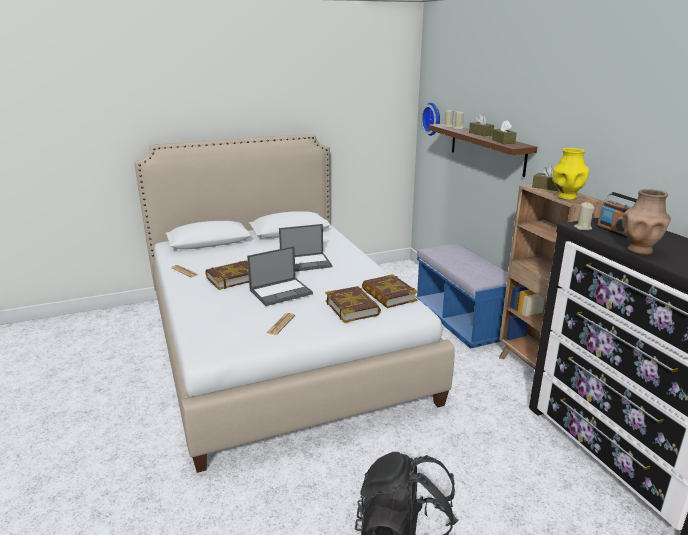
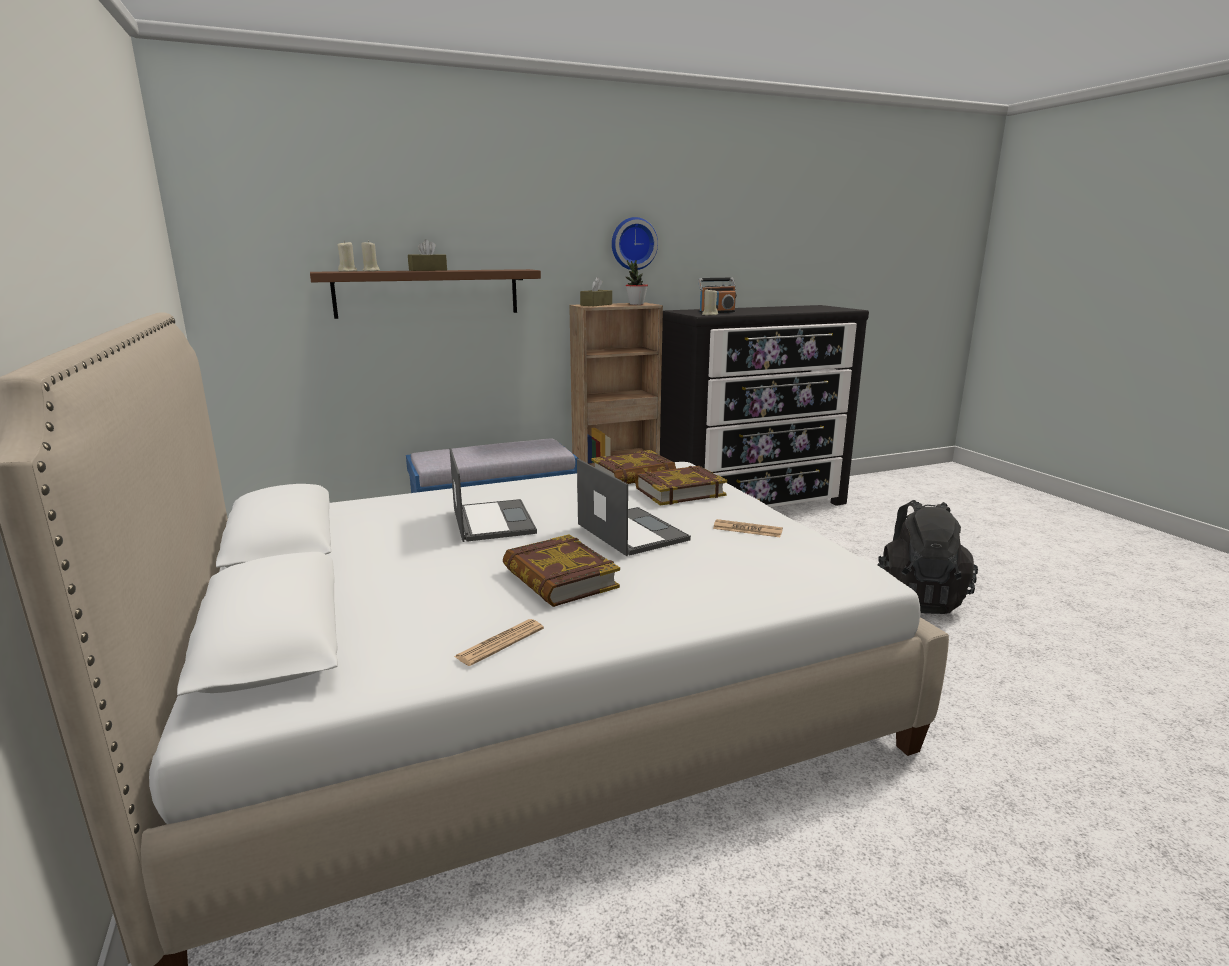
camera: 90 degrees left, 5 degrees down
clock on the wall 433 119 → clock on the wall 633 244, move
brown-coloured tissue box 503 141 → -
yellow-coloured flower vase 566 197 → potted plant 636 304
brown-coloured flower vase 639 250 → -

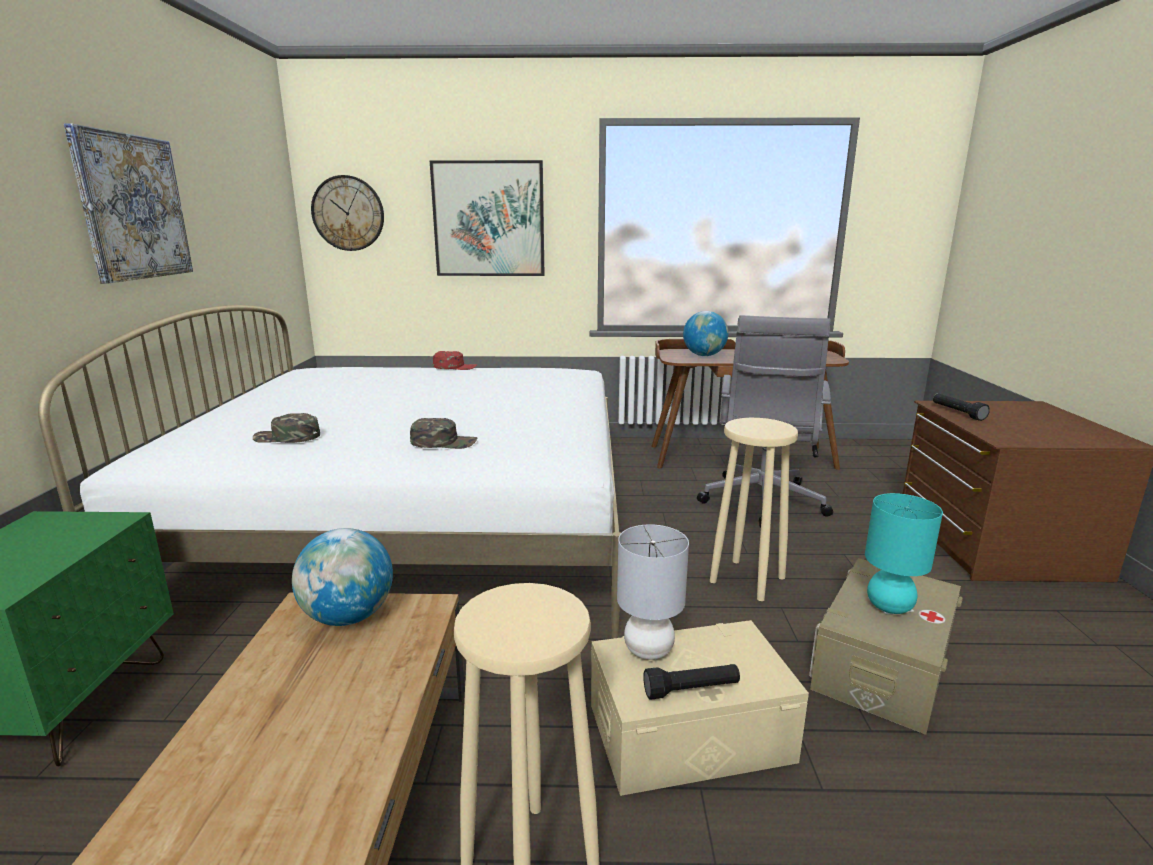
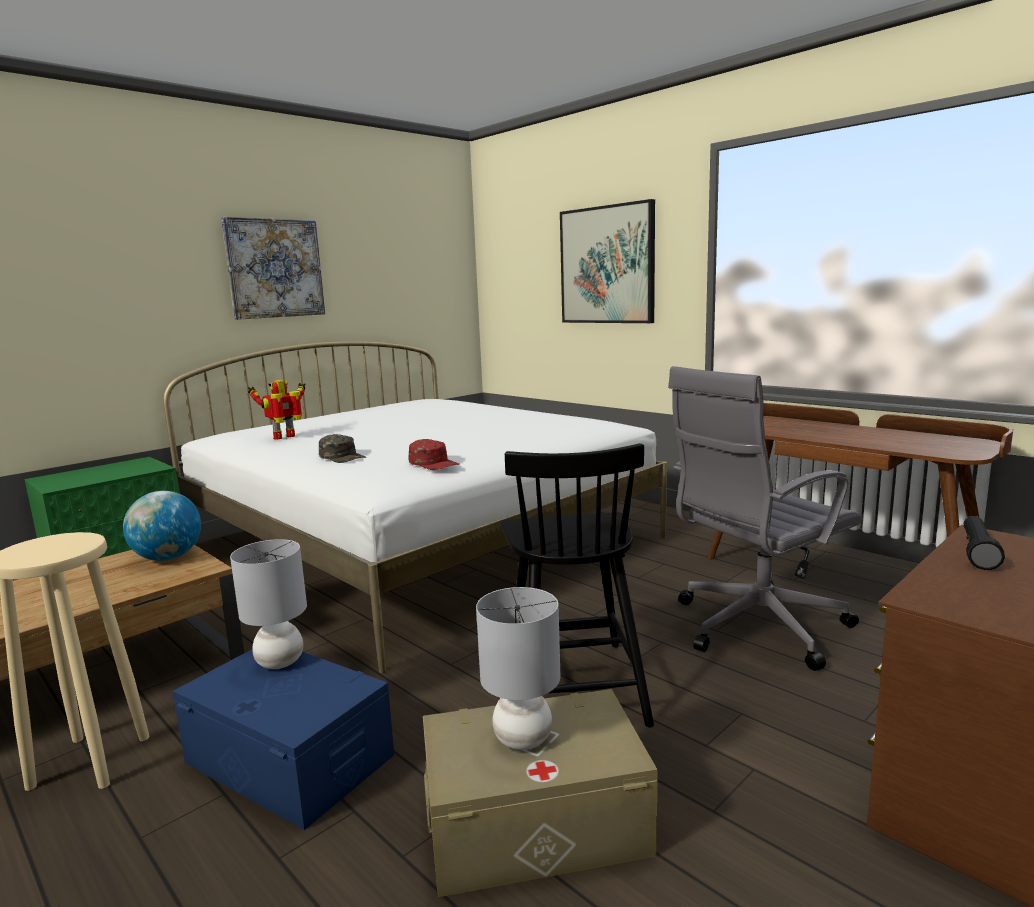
camera: 45 degrees right, 5 degrees down
clock on the wall 348 213 → -
globe 704 355 → -
red-coloured peaked cap 455 367 → red-coloured peaked cap 434 463, move
greenish peaked cap 287 437 → robot figure 285 437
beige stool seat 746 580 → blackish upright chair 574 685
turquoise lamp for a table 888 606 → grey lamp for a table 522 738
beige storage bin 689 733 → bluish storage bin 289 759
blackish hand torch 691 690 → -

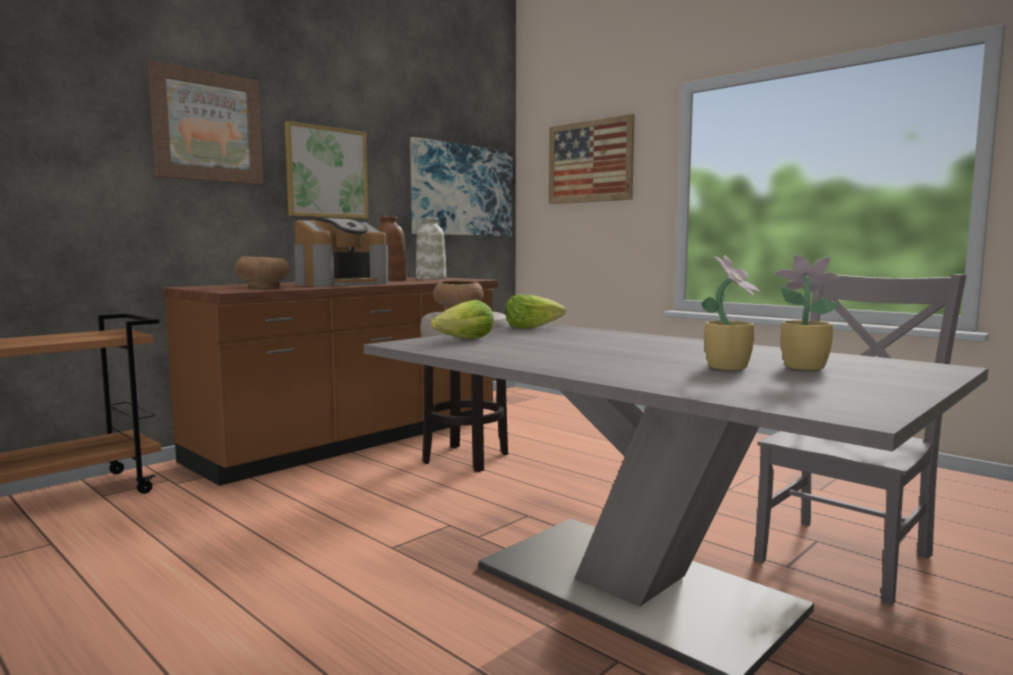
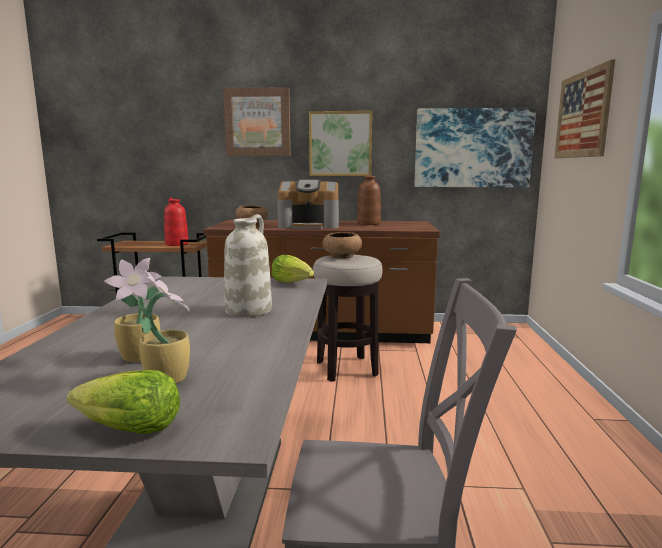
camera: 50 degrees right, 5 degrees up
whitish flower vase 430 278 → whitish flower vase 248 310, move
lettuce head 465 339 → lettuce head 128 429, move
- → red-coloured flower vase 176 244

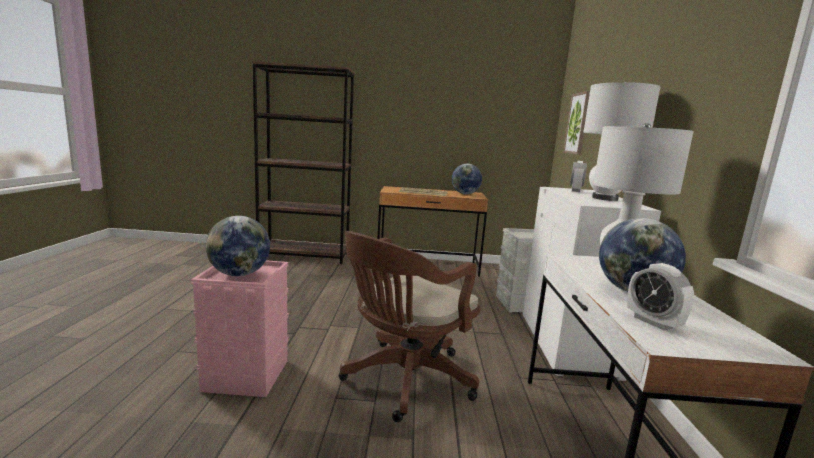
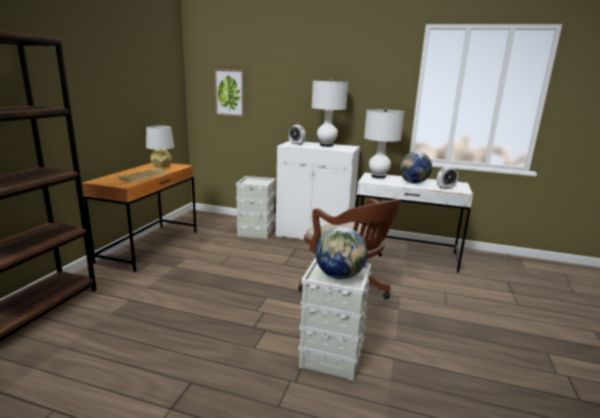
camera: 75 degrees left, 5 degrees up
globe 465 194 → grey lamp for a table 161 166
pink-coloured storage bin 247 375 → grey storage bin 332 355

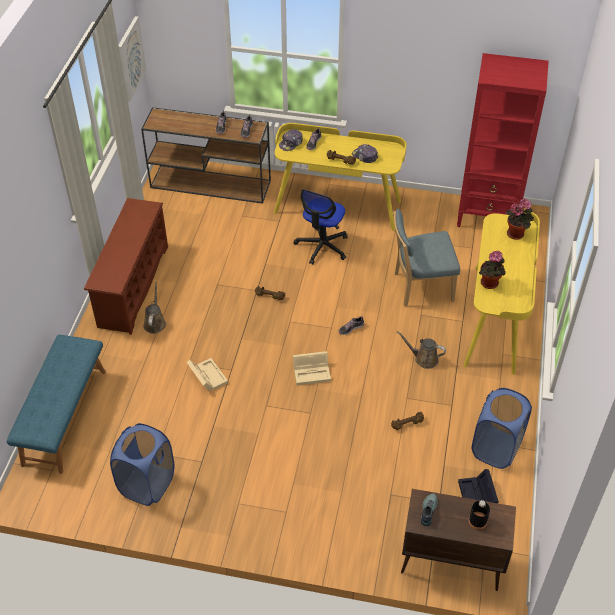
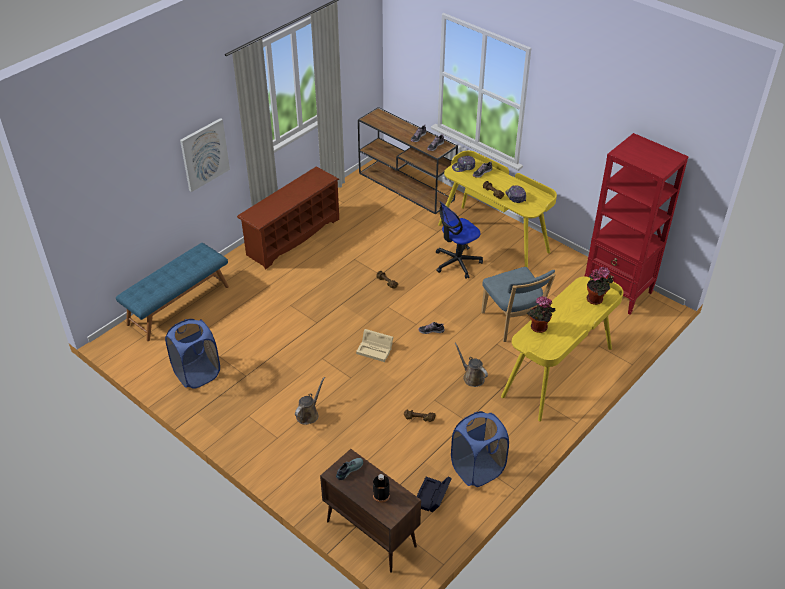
camera: 30 degrees right, 5 degrees down
wall art 130 59 → wall art 204 154, move
bluish upright chair 420 287 → bluish upright chair 513 323, 135 degrees counterclockwise
brown-coloured sprinkling can 155 323 → brown-coloured sprinkling can 308 414, move
beige storage bin 207 376 → -

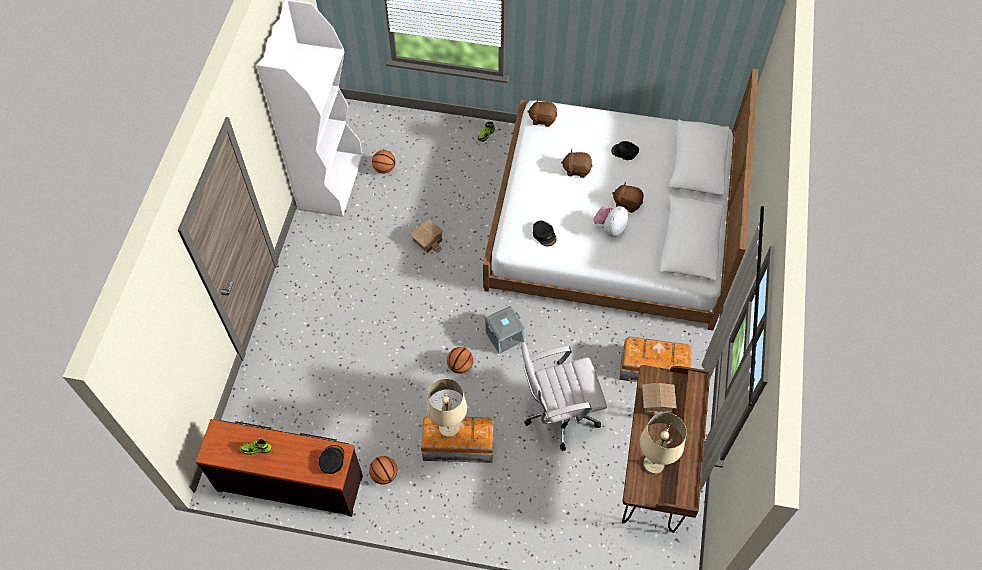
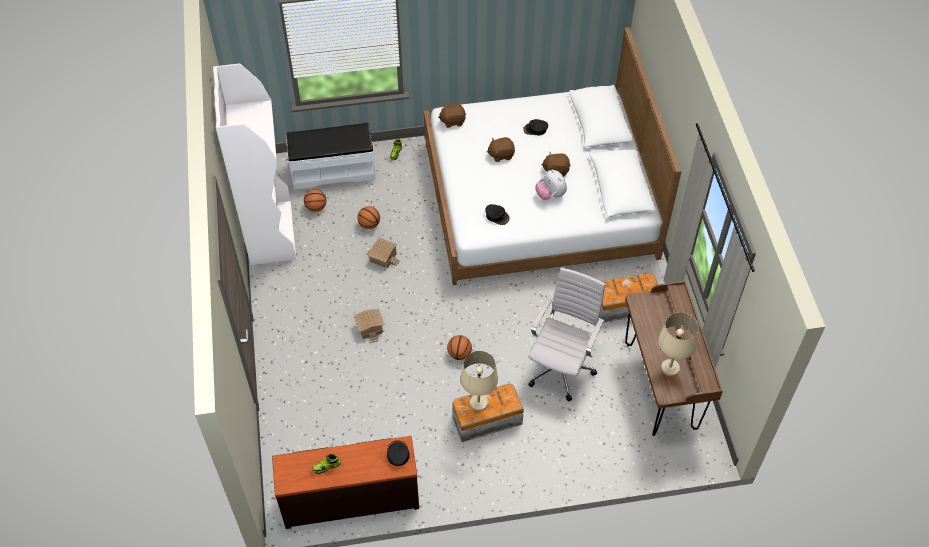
camera: 20 degrees left, 5 degrees down
soft toy 610 228 → soft toy 550 195, 45 degrees counterclockwise
grey storage bin 504 337 → -
whitish office chair 558 415 → whitish office chair 561 367, 150 degrees clockwise
model house 657 403 → model house 370 327, move
basketball 384 475 → basketball 369 224, move
- → whitish long seat 333 170

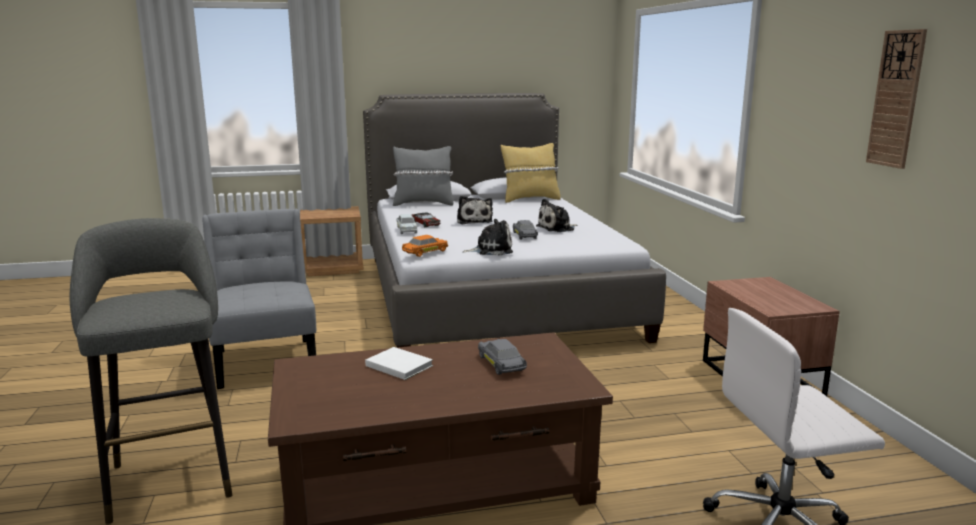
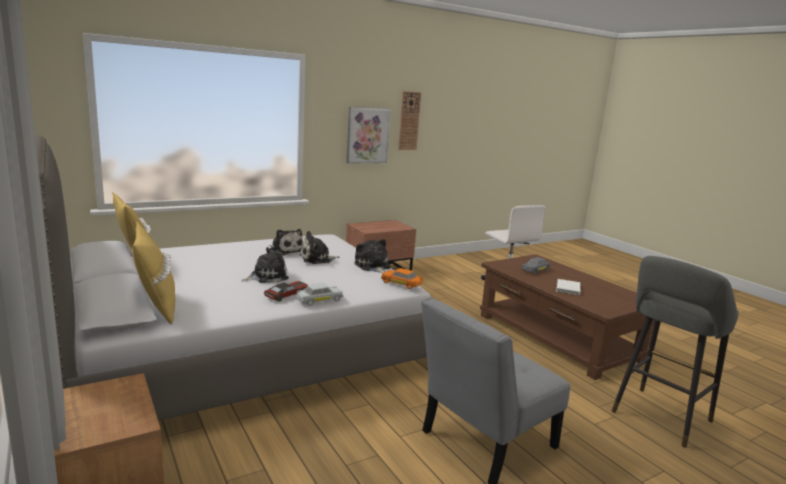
camera: 110 degrees left, 0 degrees up
grey throw pillow 423 204 → yellow-coloured throw pillow 156 308
grey toy car 524 235 → soft toy 317 259
- → wall art 367 135

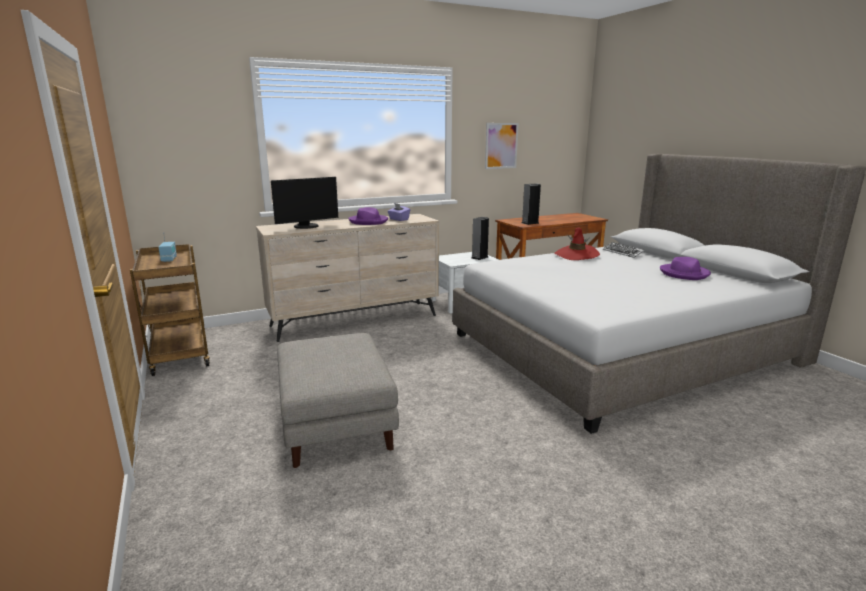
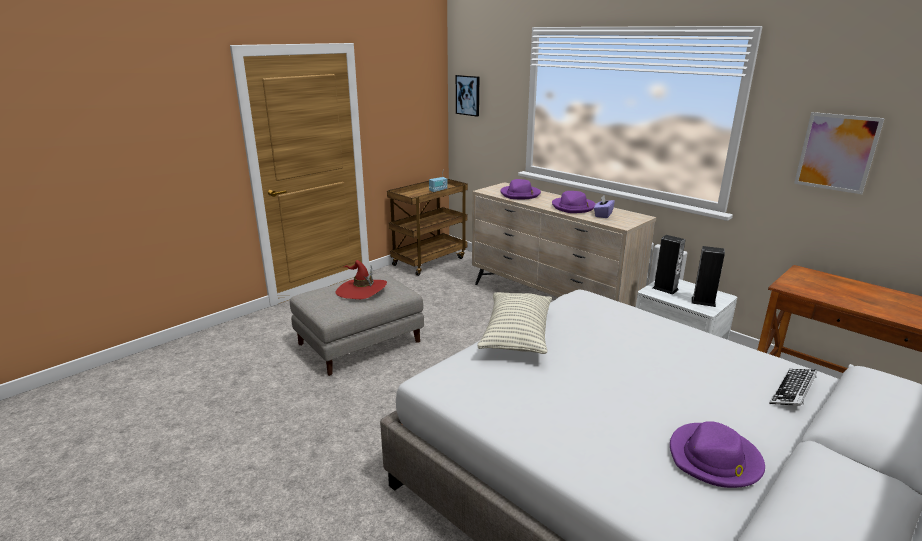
camera: 70 degrees right, 5 degrees up
computer screen 307 226 → purple clothing hat 520 194
loudspeaker 530 223 → loudspeaker 665 289, move
red-coloured clothing hat 576 255 → red-coloured clothing hat 361 291, move
- → wall art 468 95
- → throw pillow 516 335

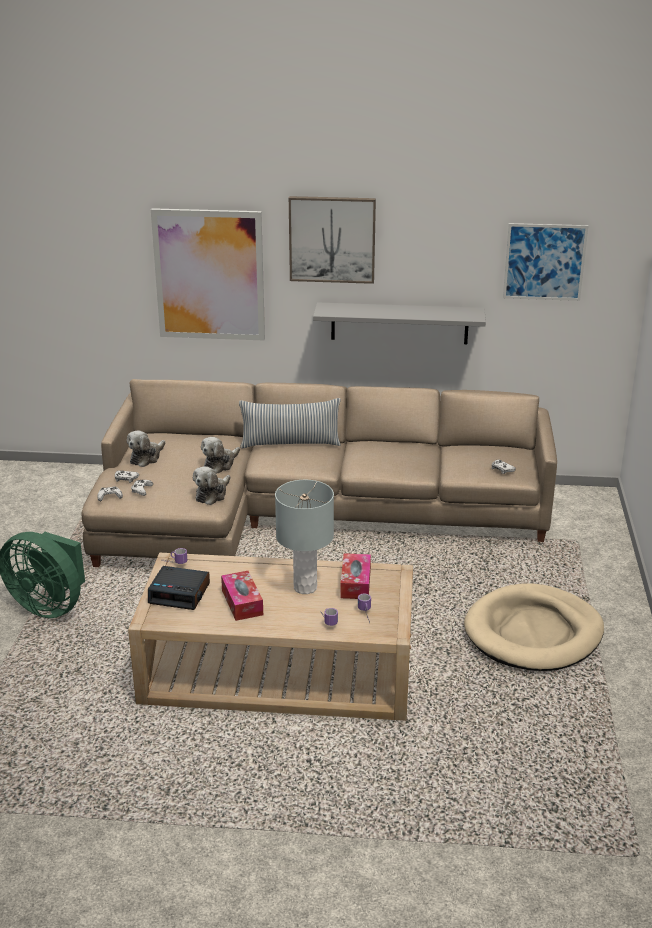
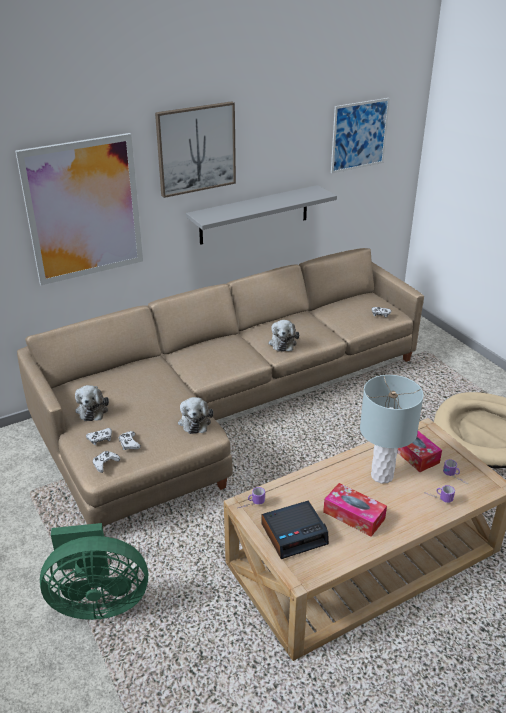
camera: 35 degrees left, 5 degrees up
throw pillow 290 443 → -
soft toy 220 464 → soft toy 282 342, move

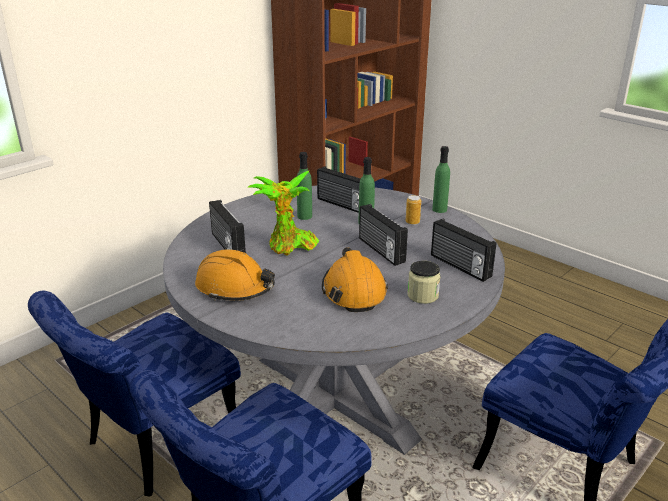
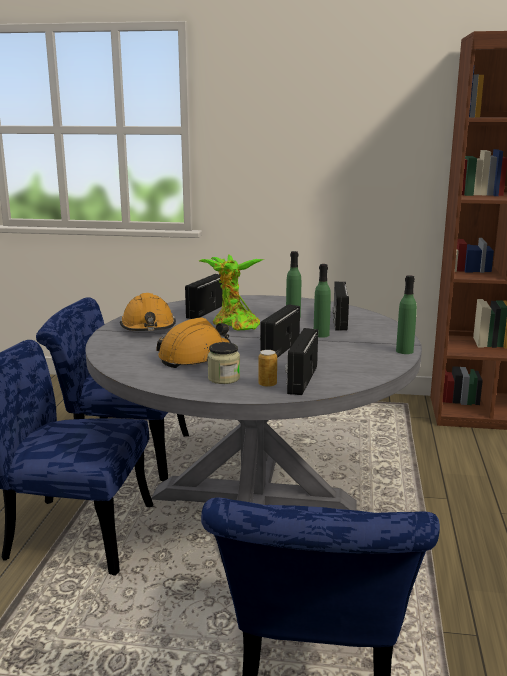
camera: 55 degrees right, 10 degrees down
metal can 412 222 → metal can 267 385, move

